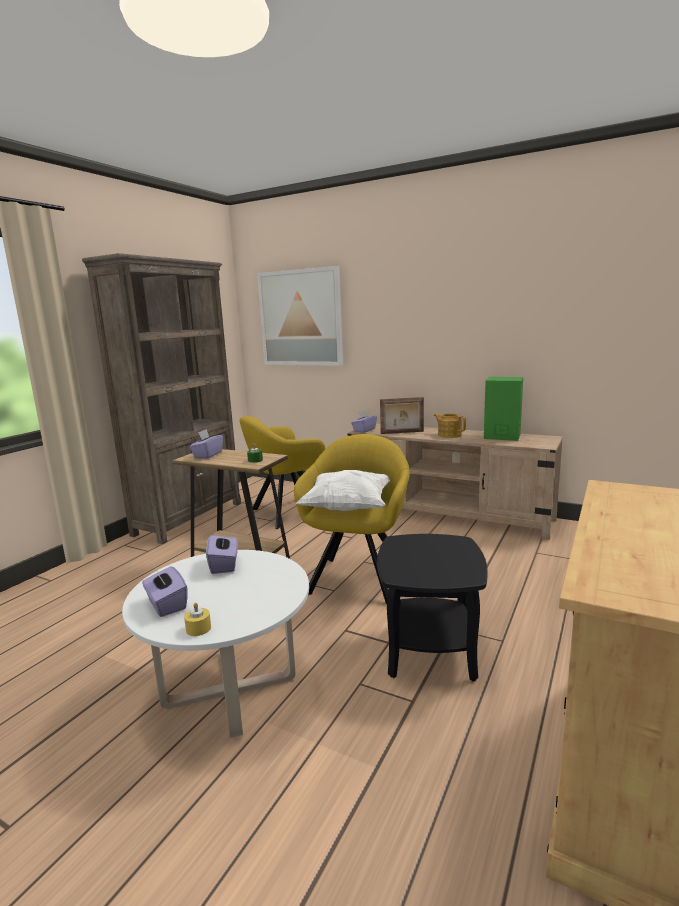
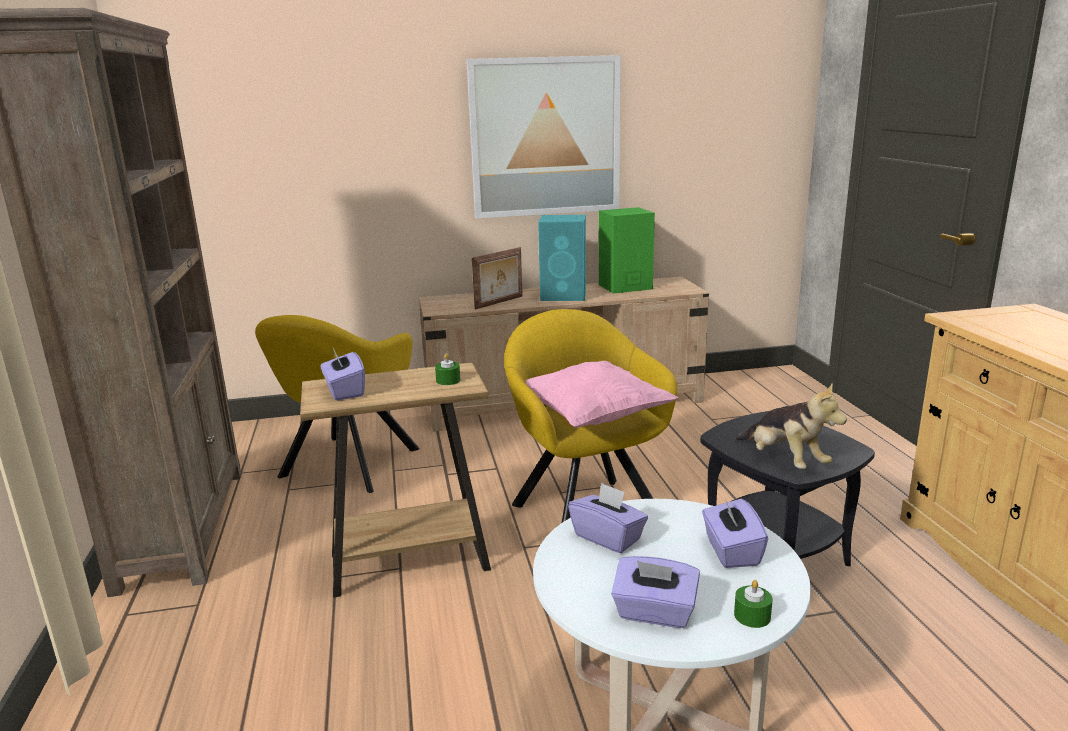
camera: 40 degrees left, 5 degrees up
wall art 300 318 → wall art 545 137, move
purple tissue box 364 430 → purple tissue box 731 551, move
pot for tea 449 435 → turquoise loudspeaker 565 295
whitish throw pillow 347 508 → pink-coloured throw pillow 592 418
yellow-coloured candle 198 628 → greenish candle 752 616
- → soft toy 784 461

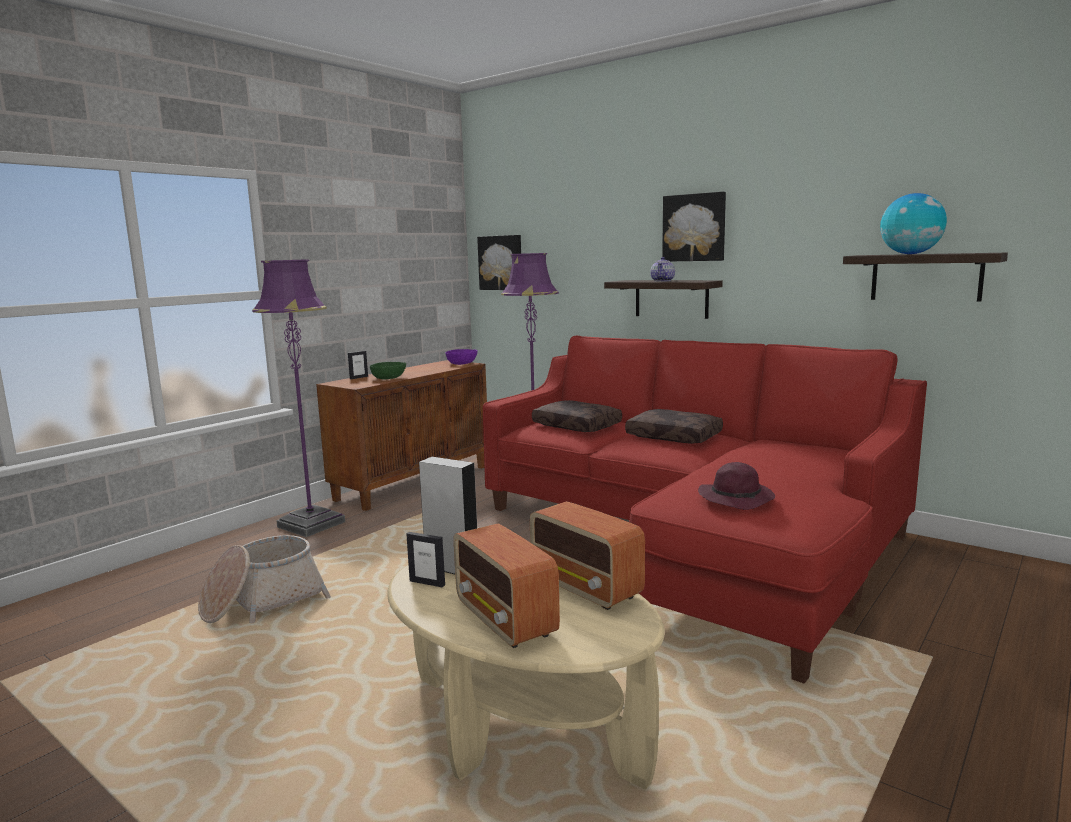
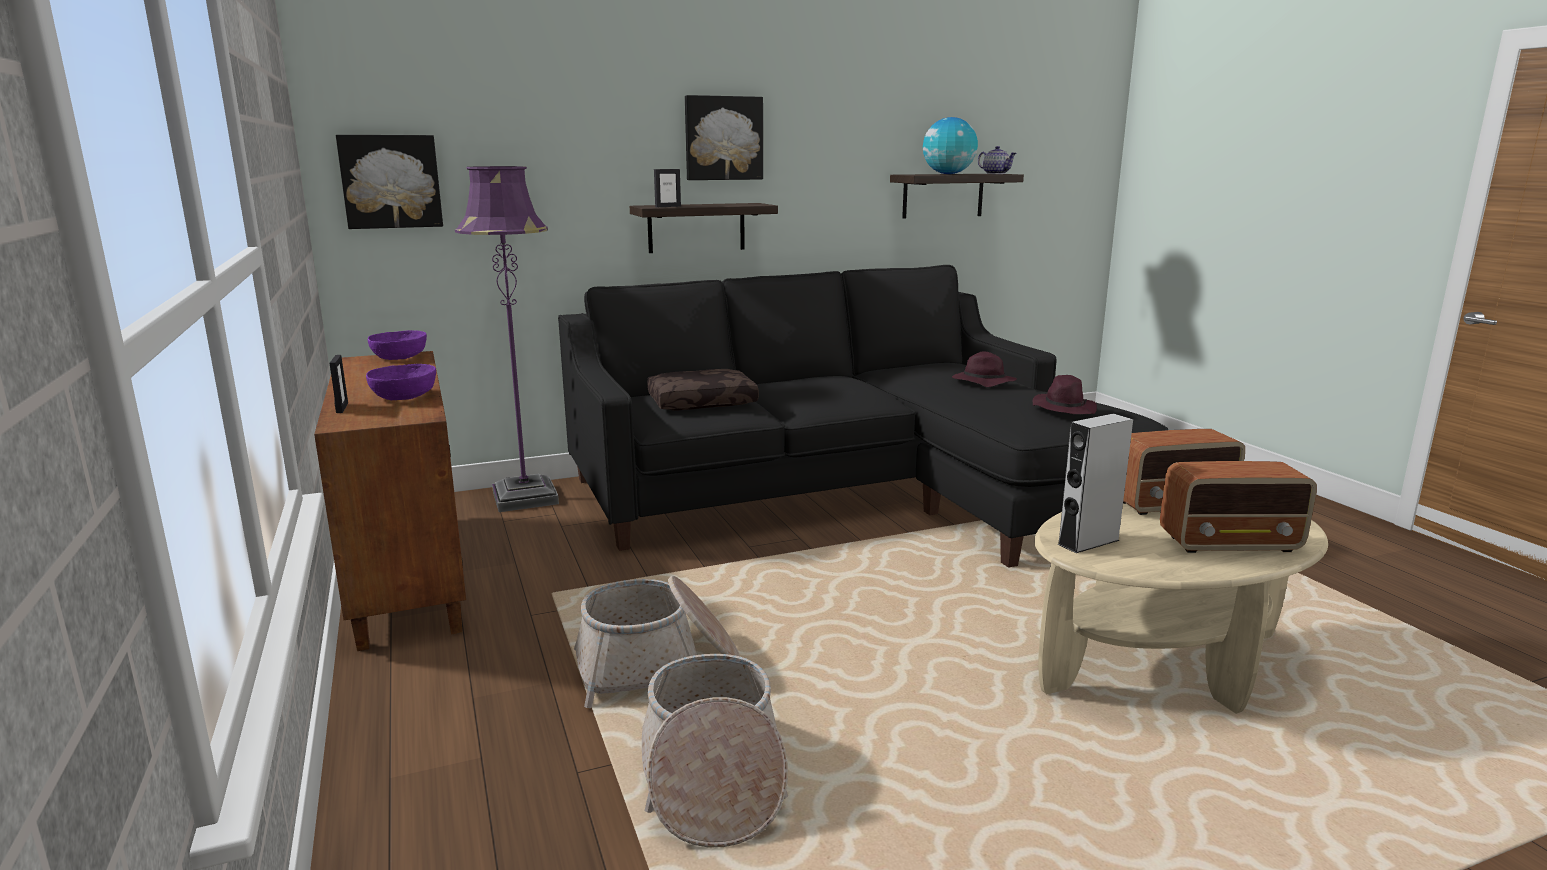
camera: 60 degrees left, 5 degrees up
pot for tea 663 281 → pot for tea 995 173, move
purple standard lamp 311 524 → -
red-coloured sofa 693 539 → blackish sofa 850 492
greenish bowl 388 378 → purple bowl 404 396
brown-coloured throw pillow 675 436 → -
photo frame 427 583 → photo frame 668 206, move
- → purple clothing hat 982 382
- → storage basket 657 666

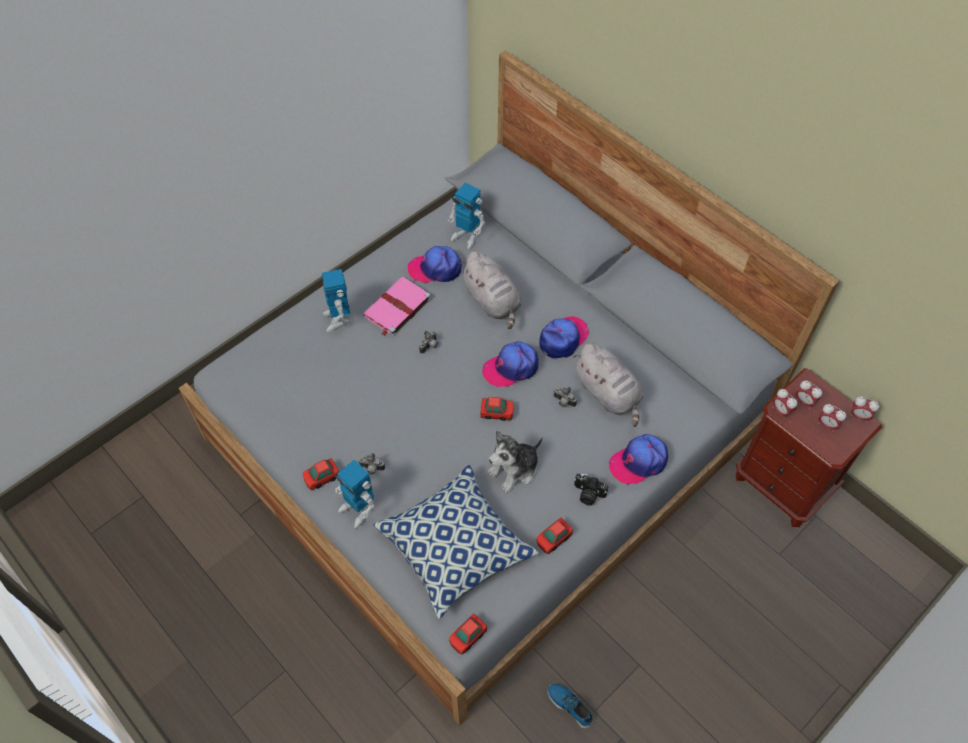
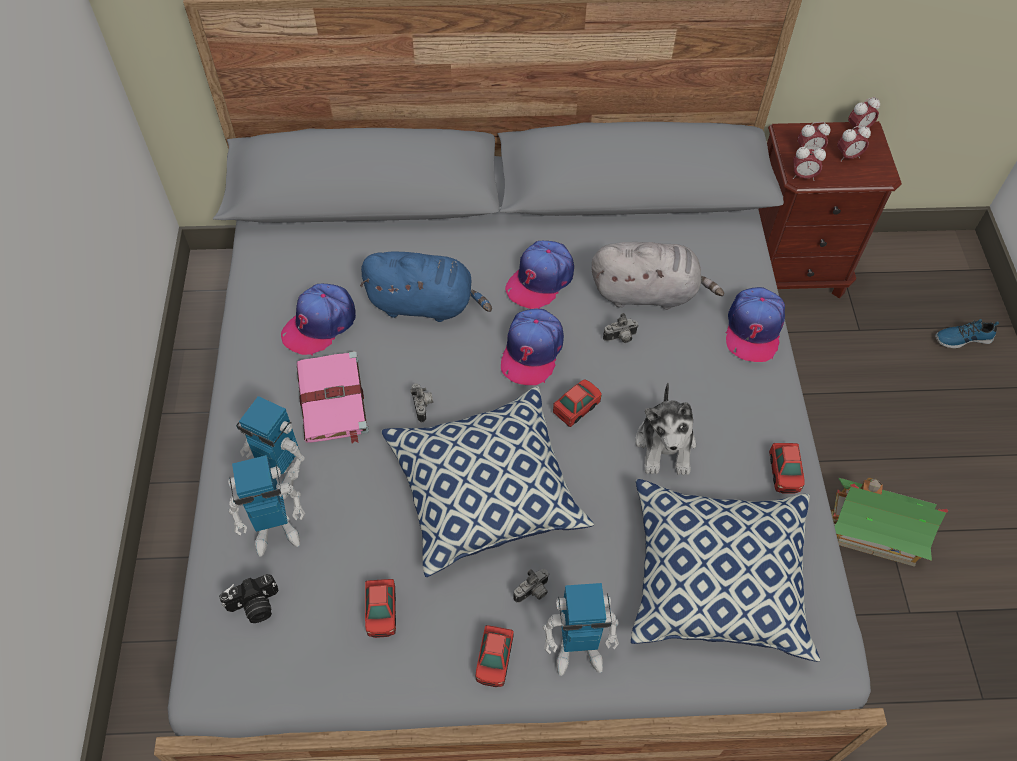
camera: 50 degrees left, 0 degrees up
robot figure 466 236 → robot figure 275 530, move
grey soft toy 493 301 → bluish soft toy 425 304
peaked cap 563 339 → peaked cap 540 279, 135 degrees counterclockwise
still camera 588 494 → still camera 255 606, move
toy car 467 637 → toy car 381 612, move
low shoe 570 705 → low shoe 962 338, move
- → throw pillow 485 490
- → model house 874 530

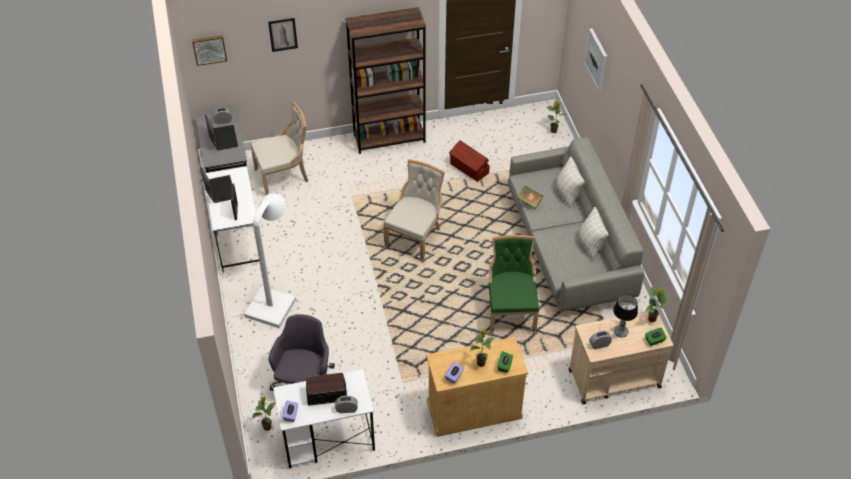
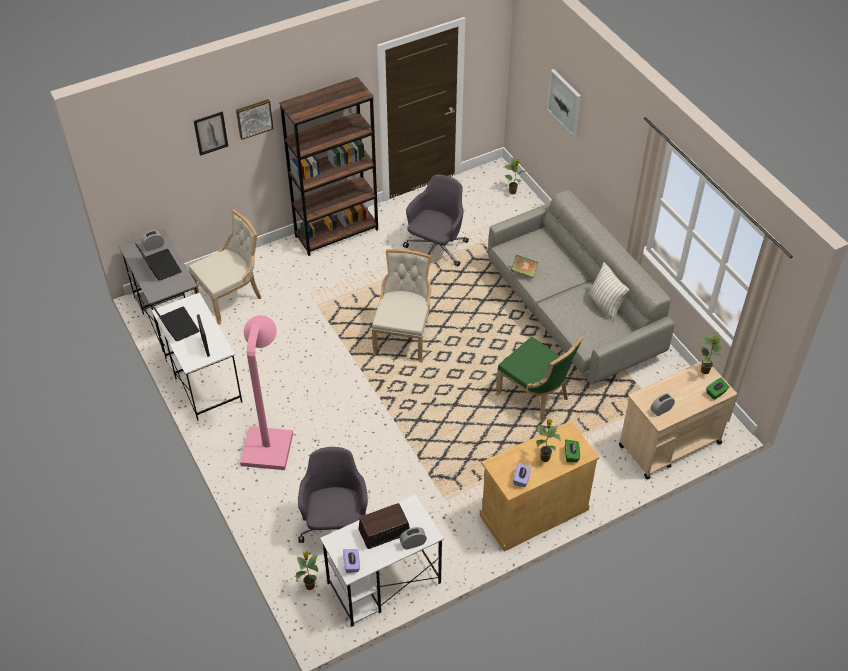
camera: 15 degrees left, 0 degrees up
wall art 209 49 → wall art 254 118, move
brown-coloured storage bin 469 169 → grey office chair 436 249
throw pillow 567 194 → -
whitish standard lamp 274 302 → pink-coloured standard lamp 269 442
greenish upright chair 510 312 → greenish upright chair 535 397, 150 degrees clockwise
lamp for a table 620 332 → -

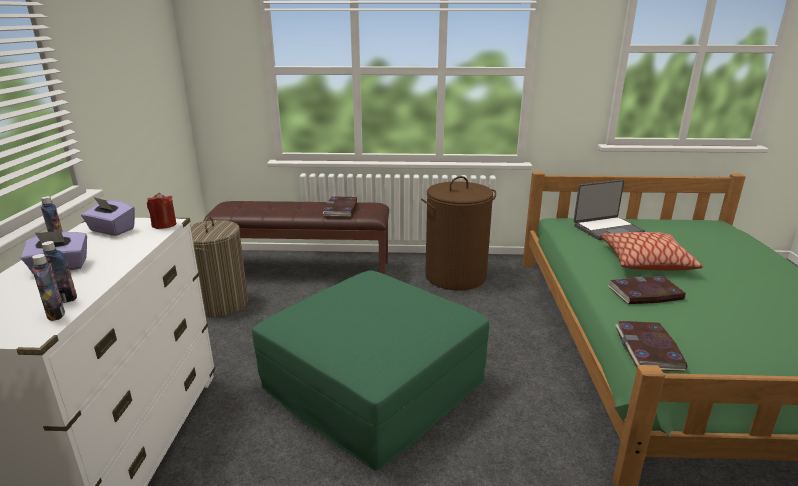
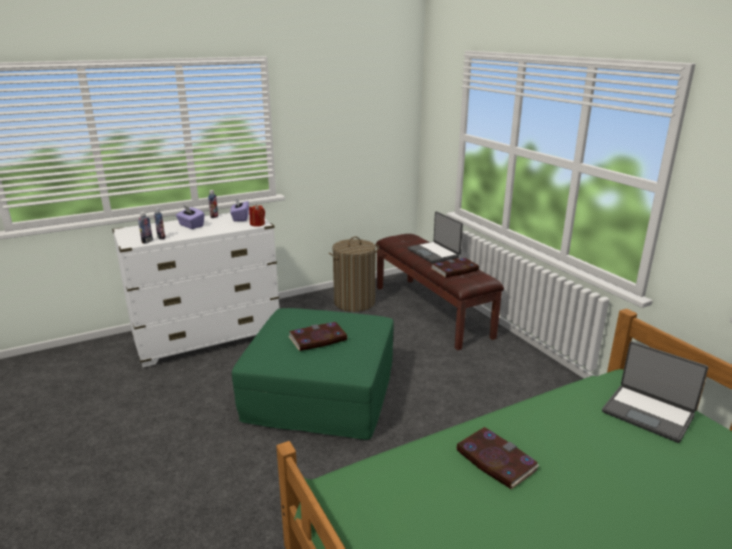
camera: 60 degrees right, 0 degrees up
brown-coloured hamper 455 276 → -
throw pillow 645 261 → -
bound book 649 349 → bound book 318 339, move
- → notebook computer 434 253

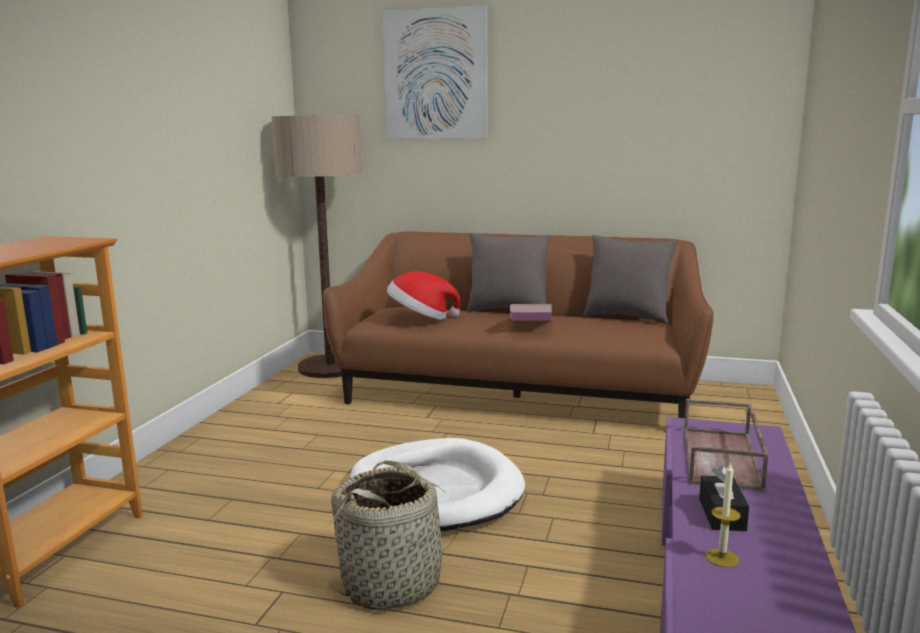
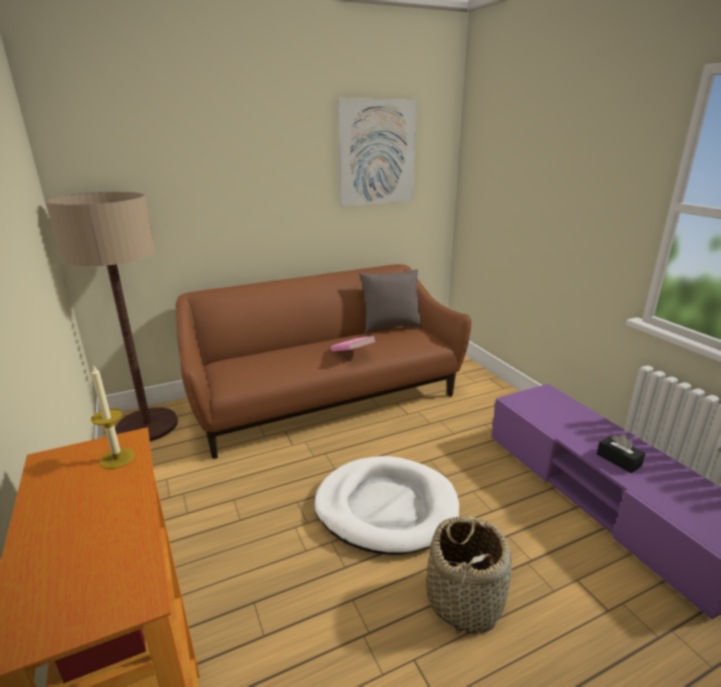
camera: 40 degrees left, 10 degrees up
wall art 435 75 → wall art 377 153, move
grey throw pillow 508 310 → -
clothing hat 421 318 → -
brown-coloured serving tray 722 459 → -
candle 722 558 → candle 117 458, move

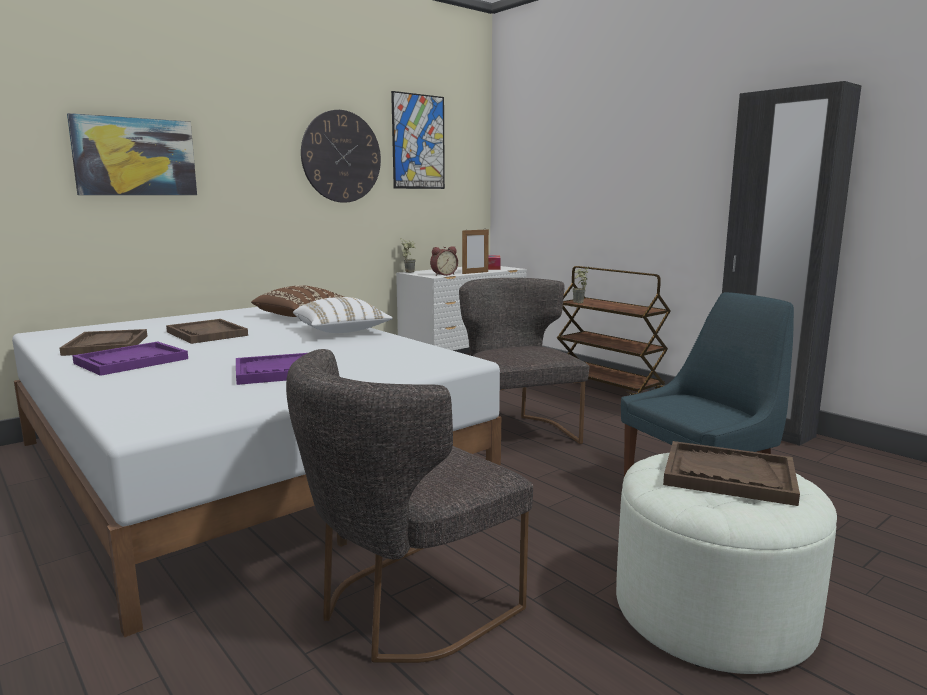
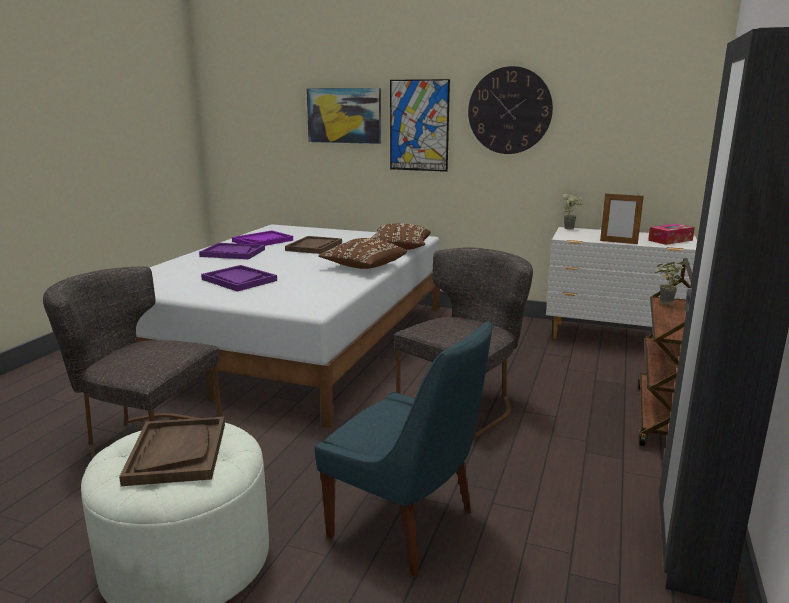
camera: 60 degrees right, 5 degrees up
wall art 418 142 → wall art 419 125, move
bedside clock 443 274 → -
whitish throw pillow 341 331 → brown-coloured throw pillow 363 266
brown-coloured serving tray 106 345 → purple serving tray 262 241

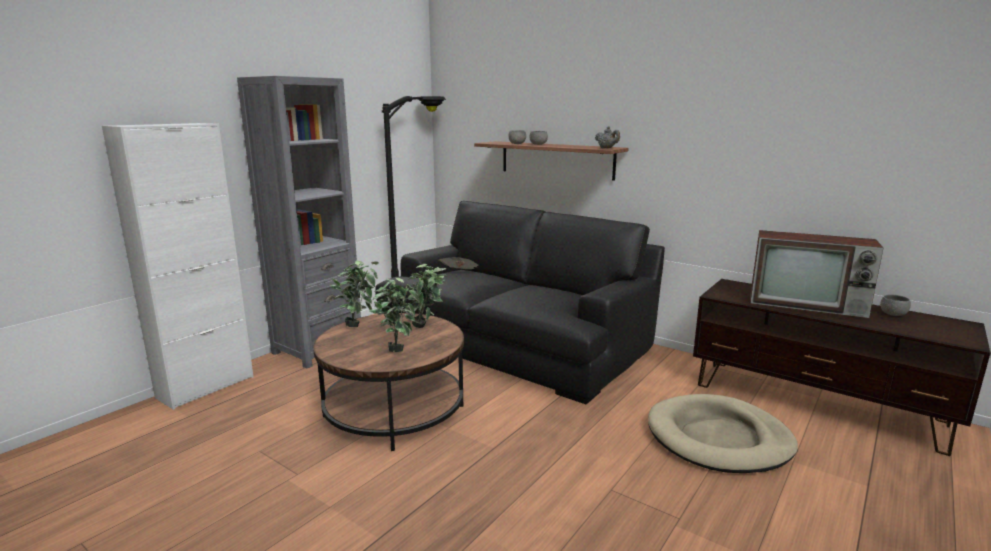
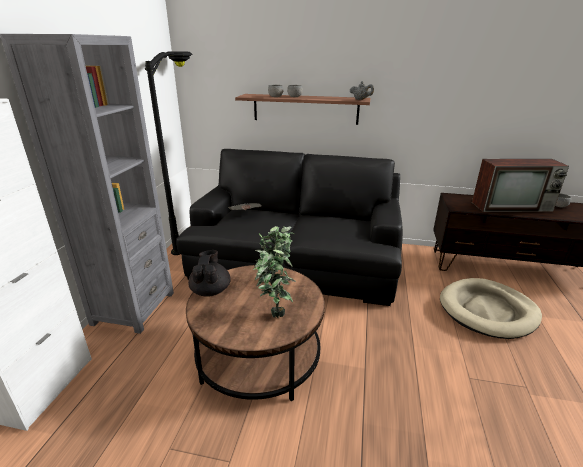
camera: 25 degrees left, 10 degrees up
potted plant 358 324 → blackish pot for tea 210 290

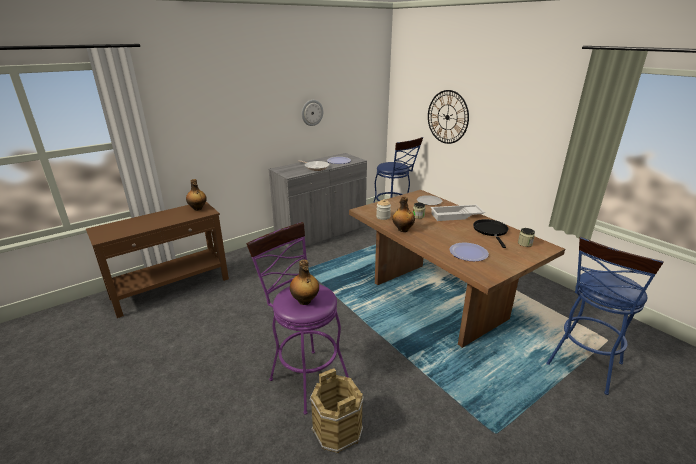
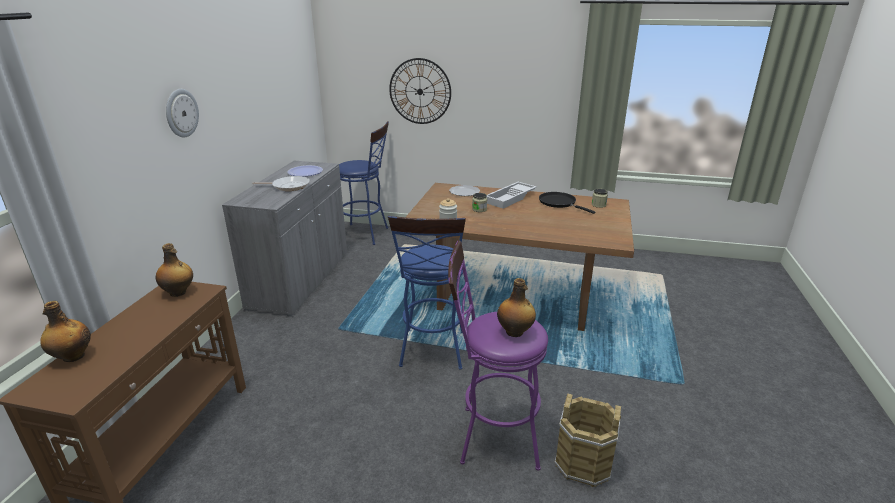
camera: 40 degrees left, 0 degrees up
clock on the wall 312 112 → clock on the wall 181 113, move
beverage bottle 402 230 → beverage bottle 73 357, move
bluish stool seat 582 367 → bluish stool seat 432 353, move
plate 468 253 → -

